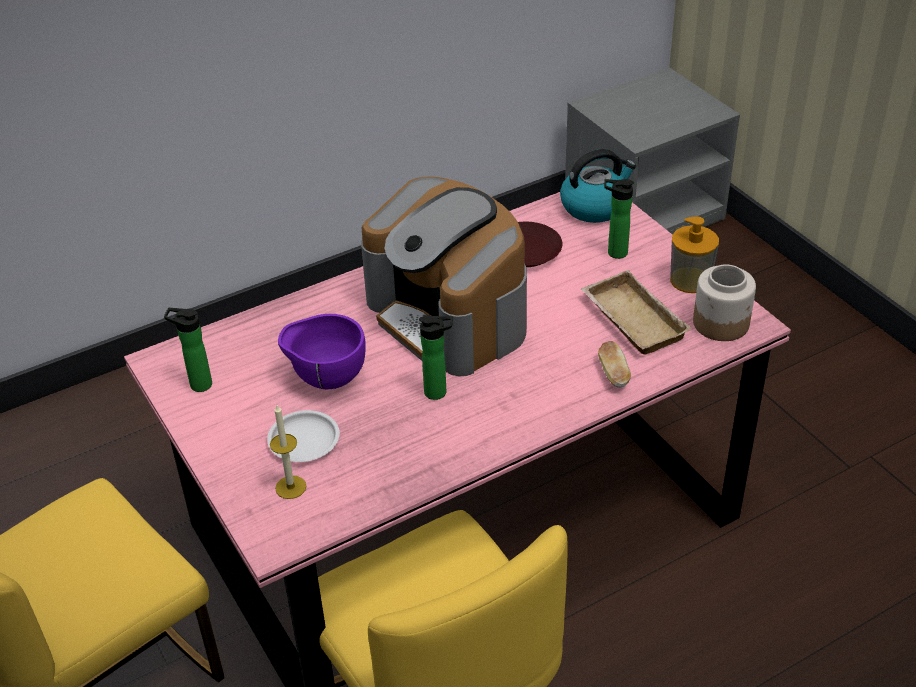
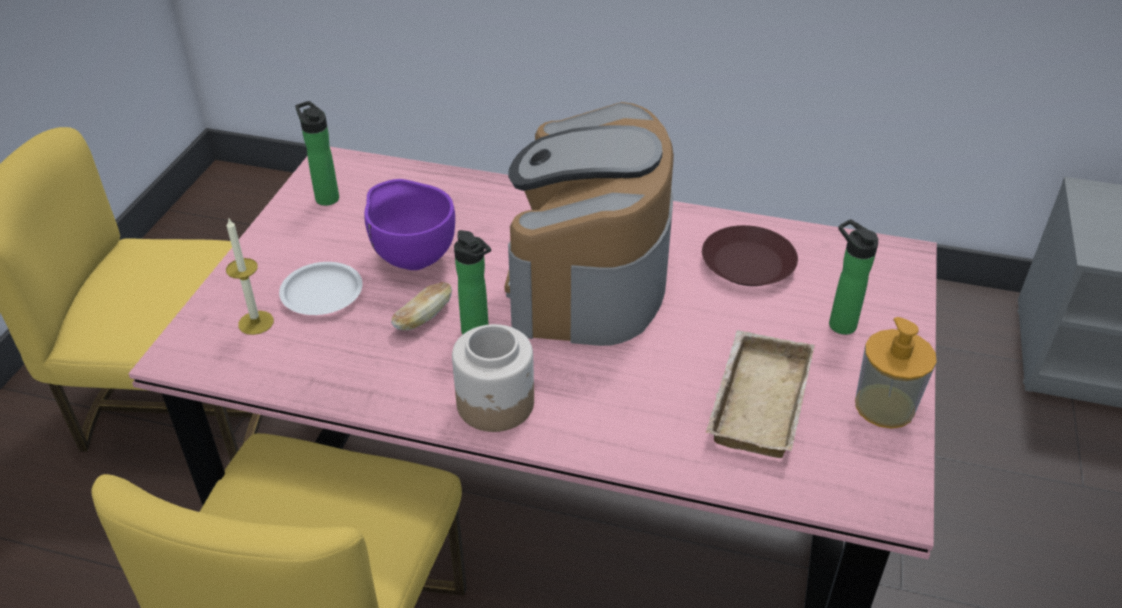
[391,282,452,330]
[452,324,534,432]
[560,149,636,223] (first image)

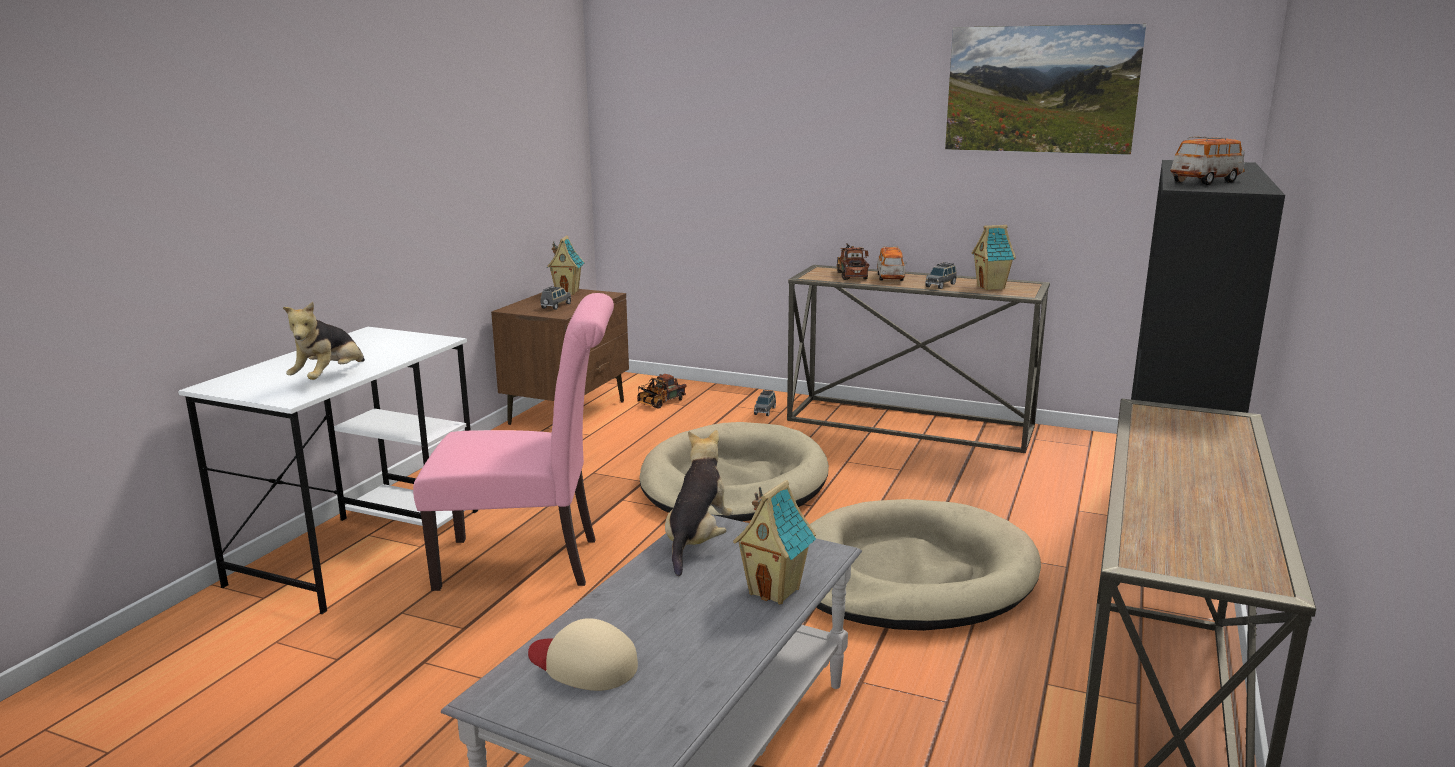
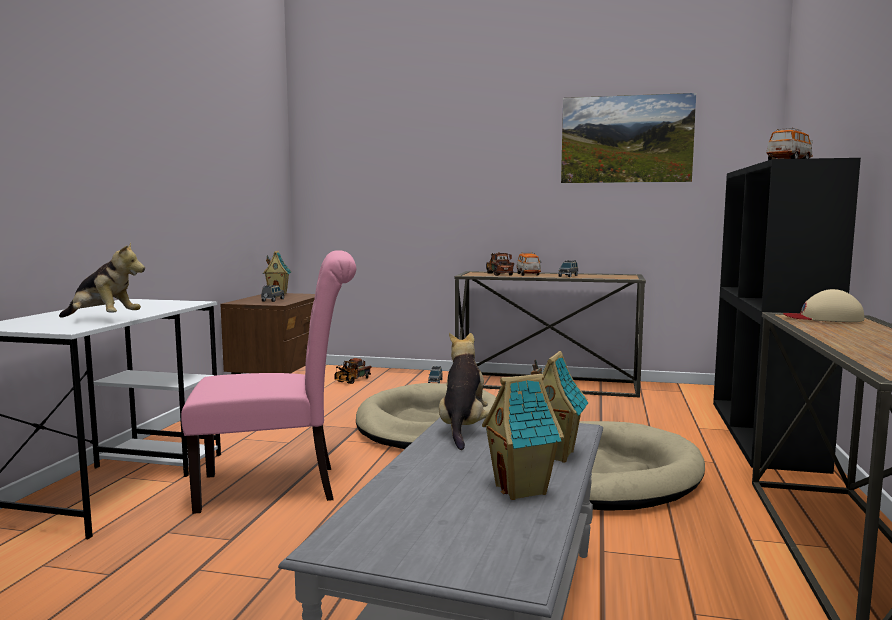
[59,242,145,318]
[482,374,564,500]
[783,289,864,322]

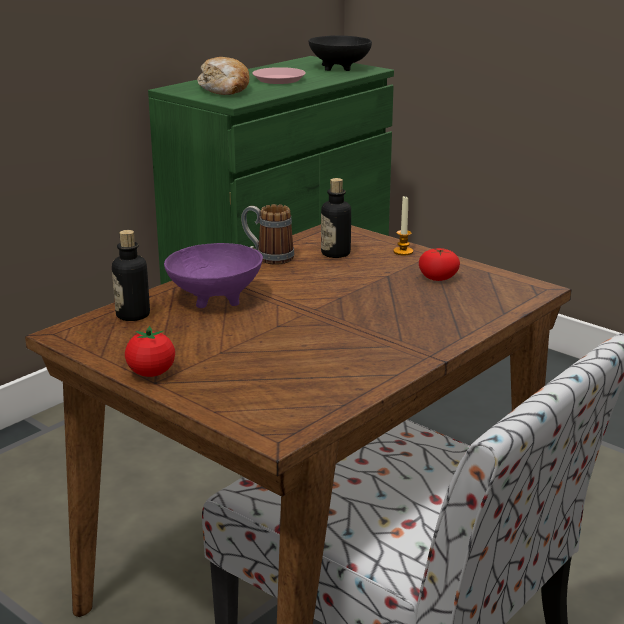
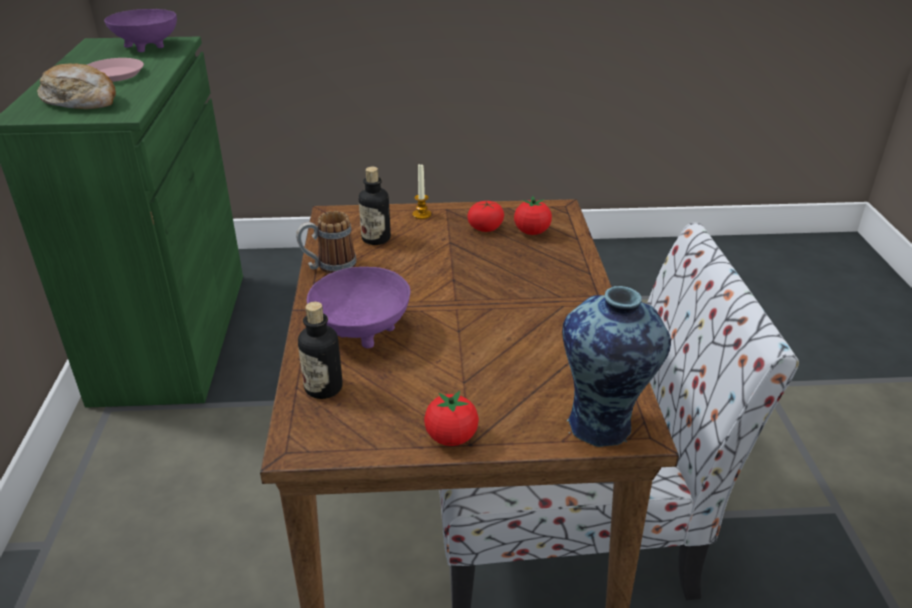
[104,9,177,52]
[514,196,552,235]
[562,286,671,447]

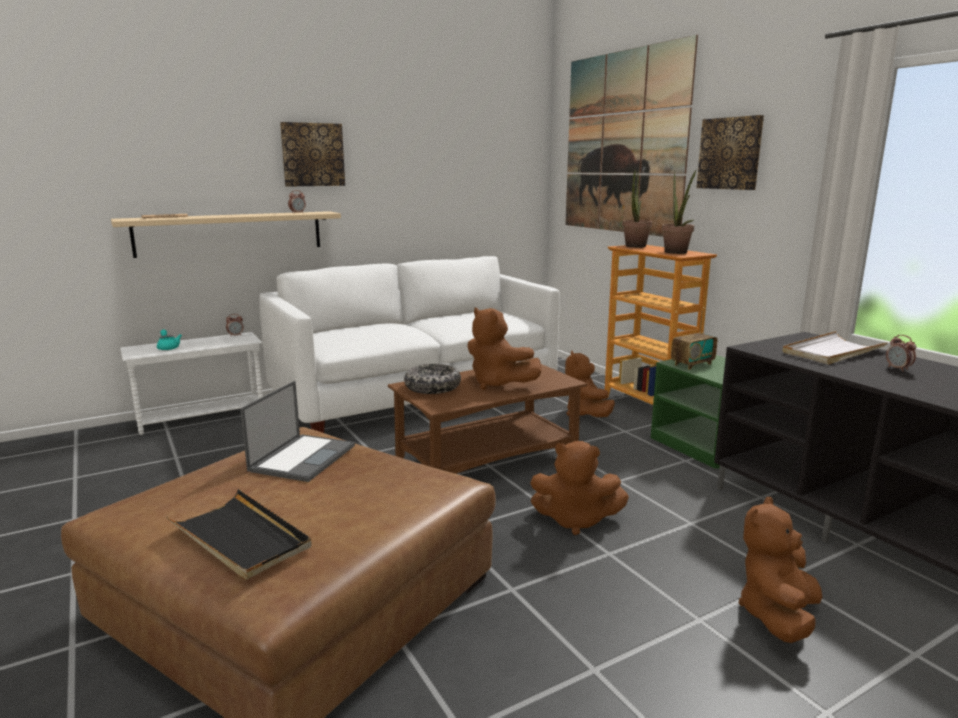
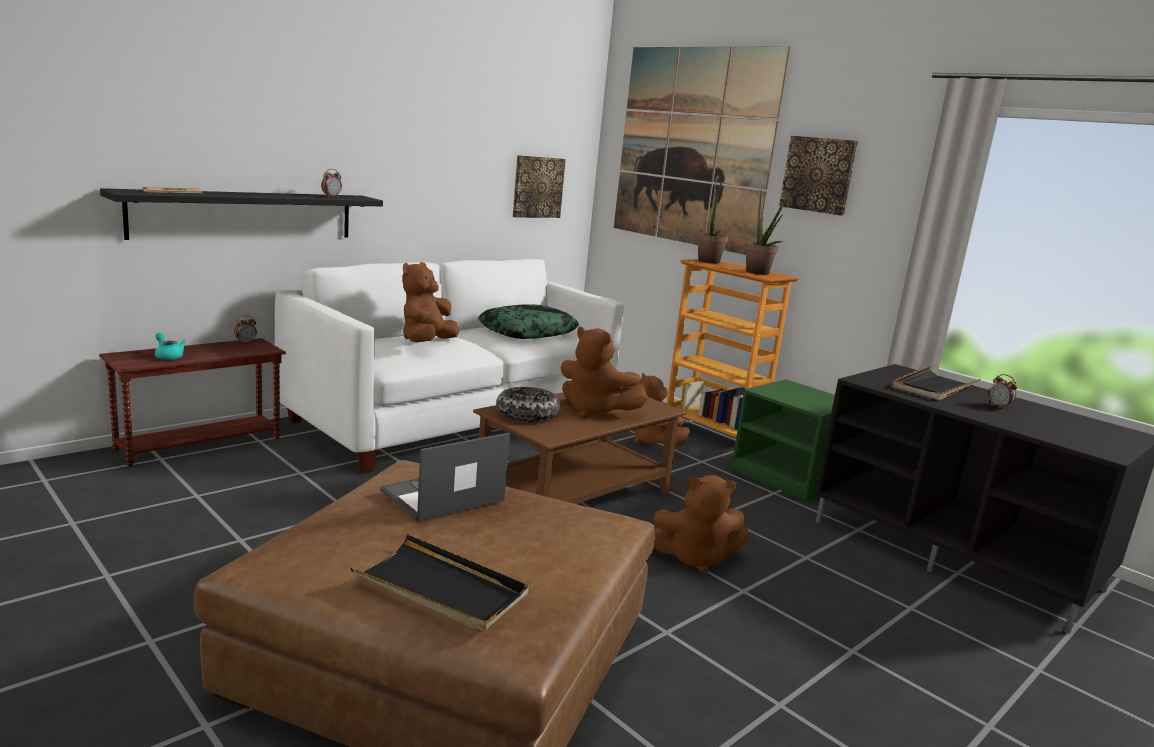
[99,338,286,467]
[100,188,383,240]
[380,433,510,522]
[403,262,459,342]
[478,304,579,339]
[513,155,566,218]
[893,366,980,400]
[671,311,717,370] (first image)

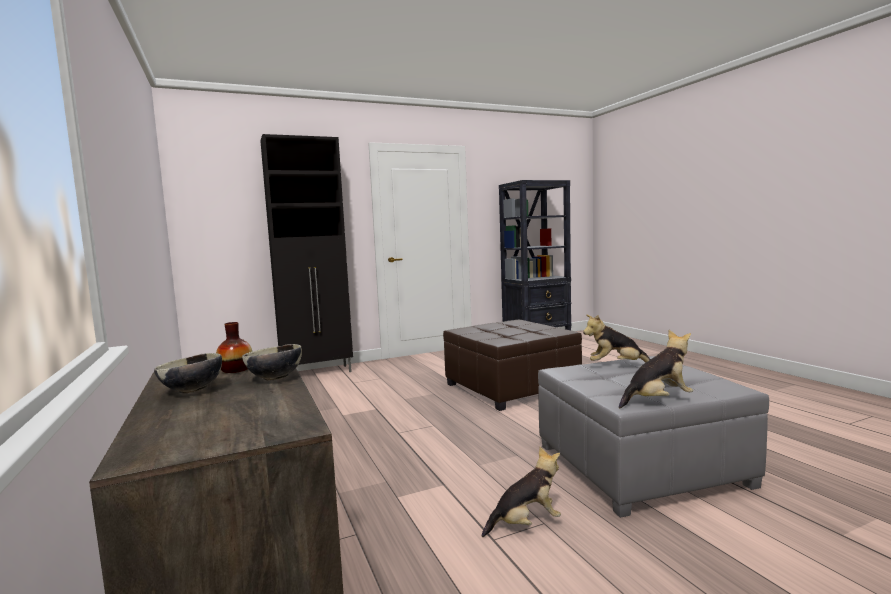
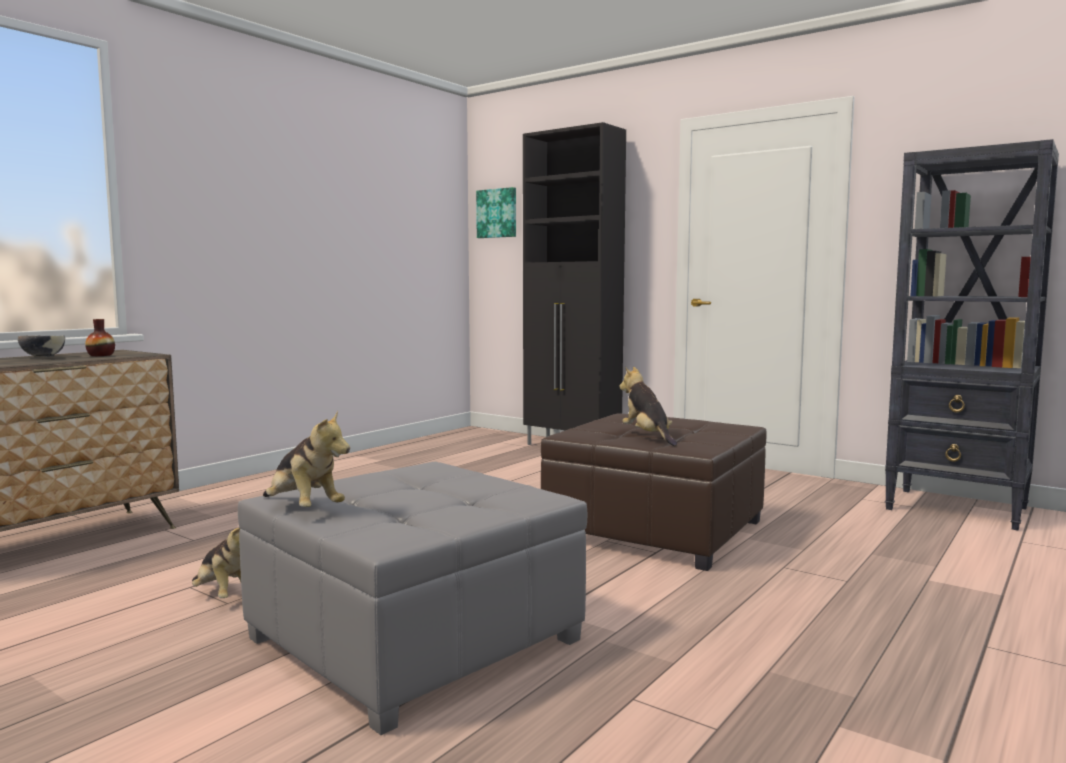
[476,187,516,238]
[620,367,677,446]
[242,344,302,380] (first image)

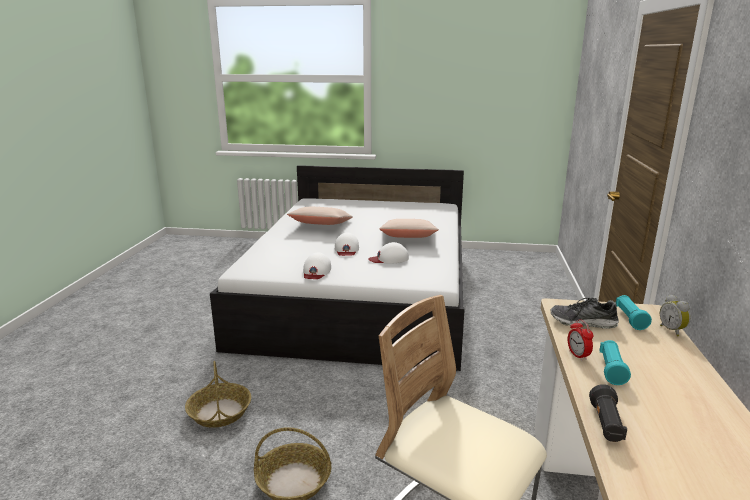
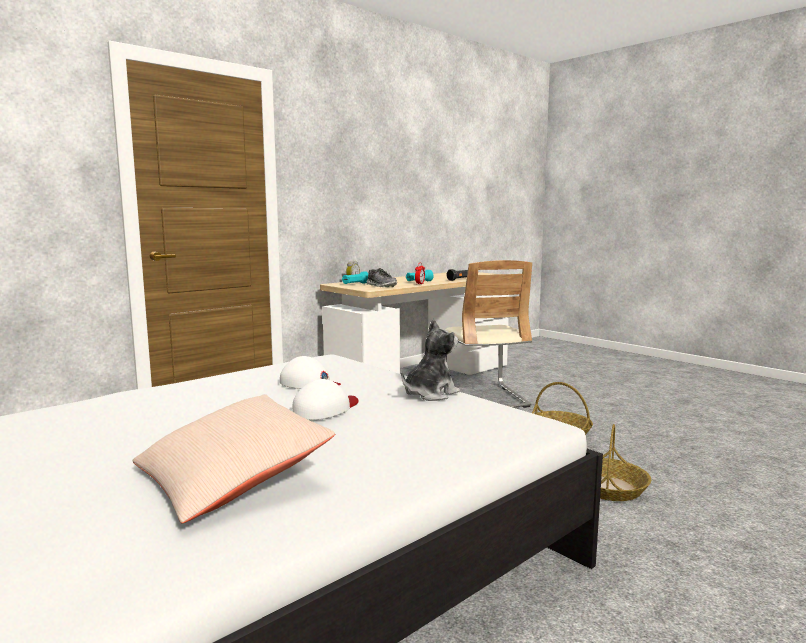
[401,319,460,401]
[379,219,439,238] (first image)

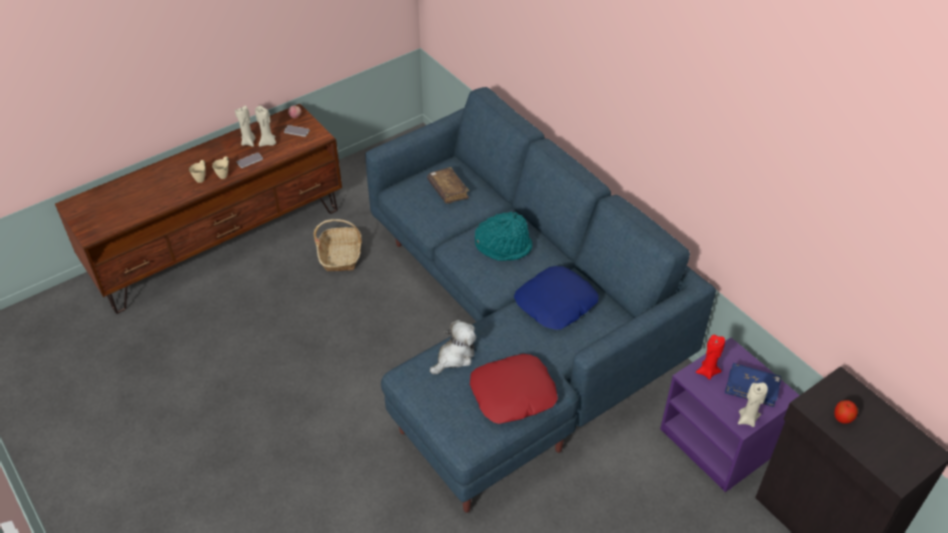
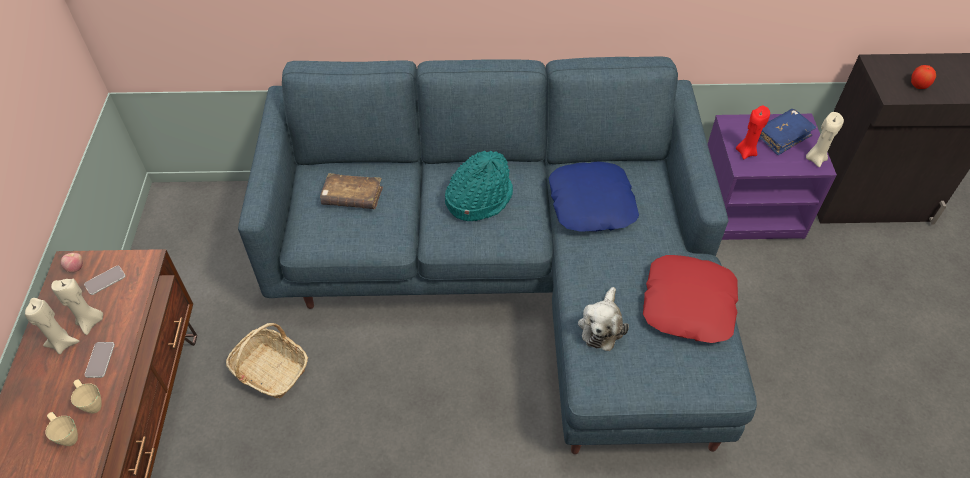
[578,287,629,351]

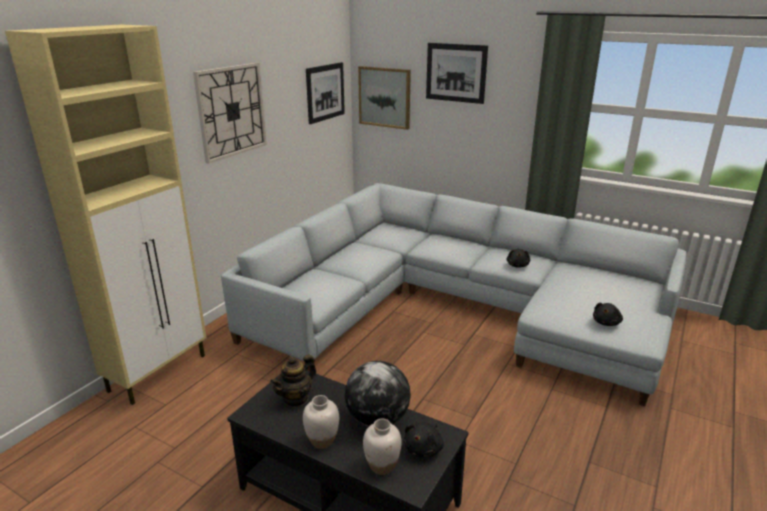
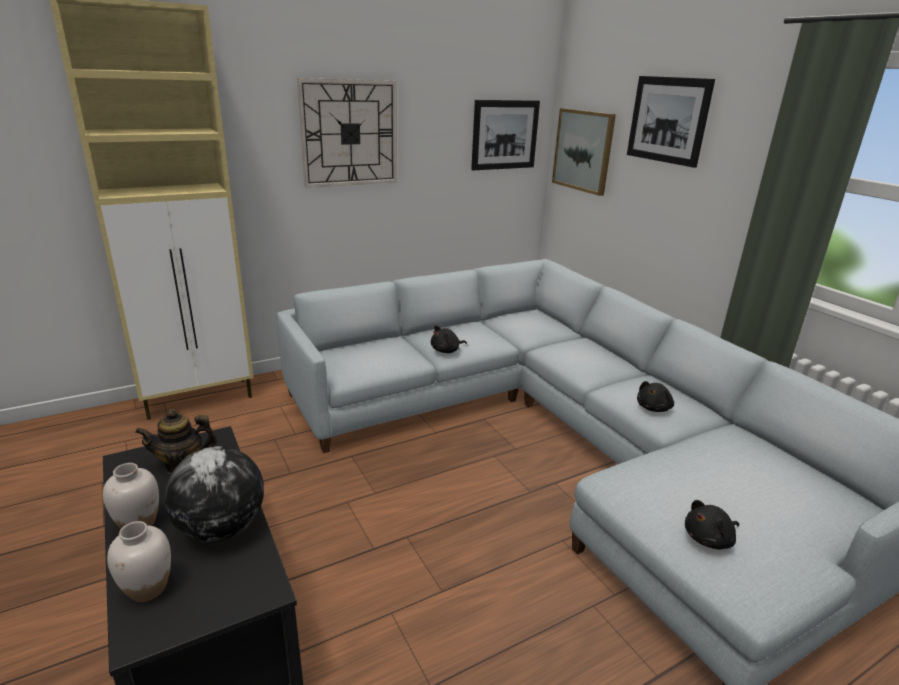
[431,325,467,353]

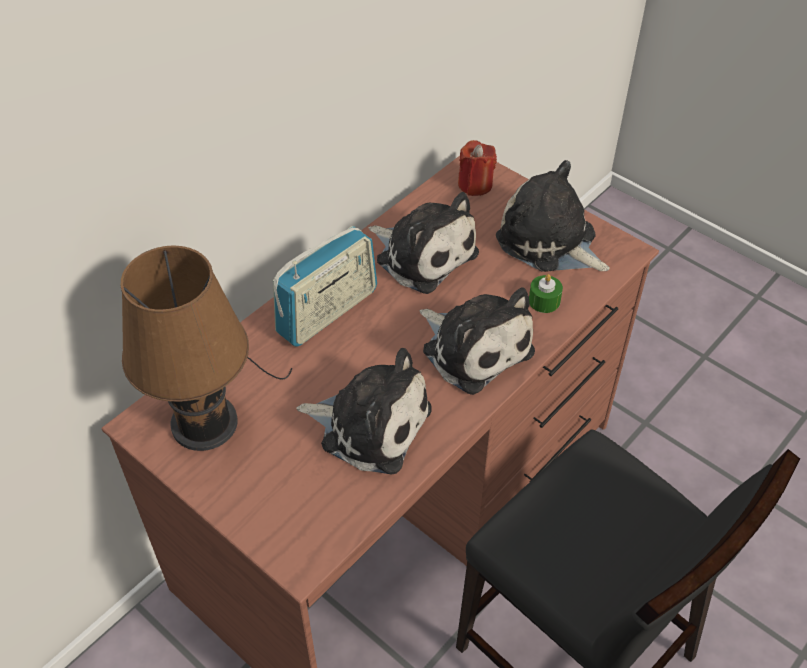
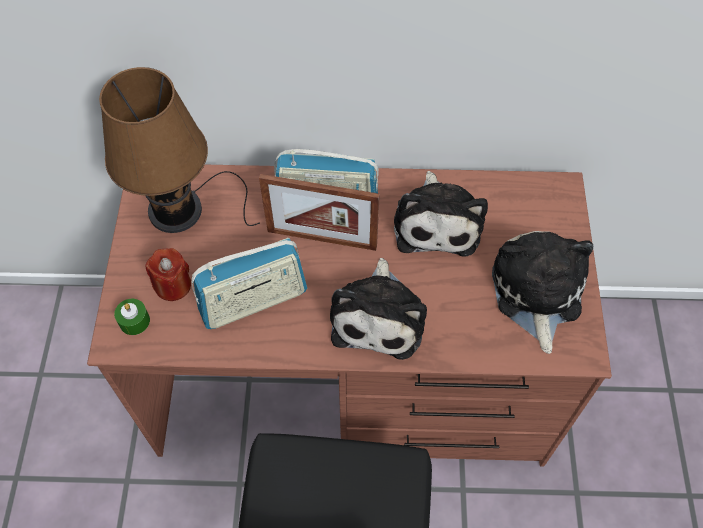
[114,299,150,335]
[146,248,191,301]
[192,238,307,329]
[259,174,380,251]

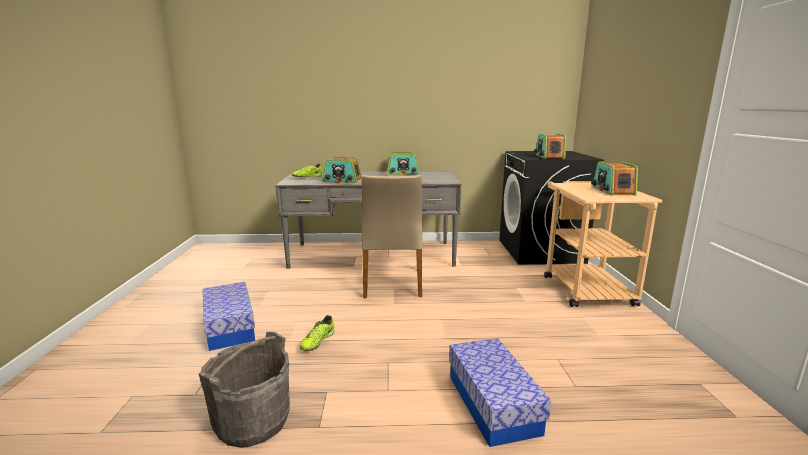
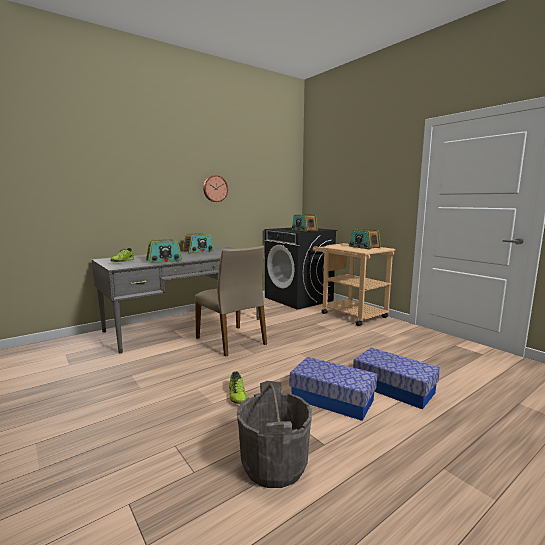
[203,175,228,202]
[290,357,377,421]

